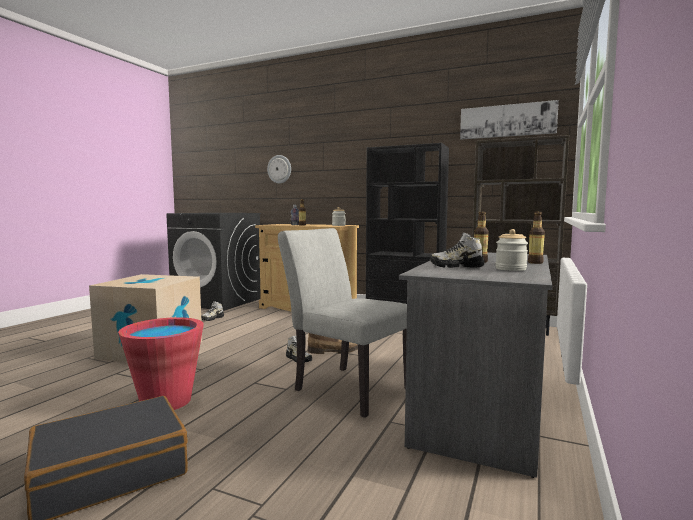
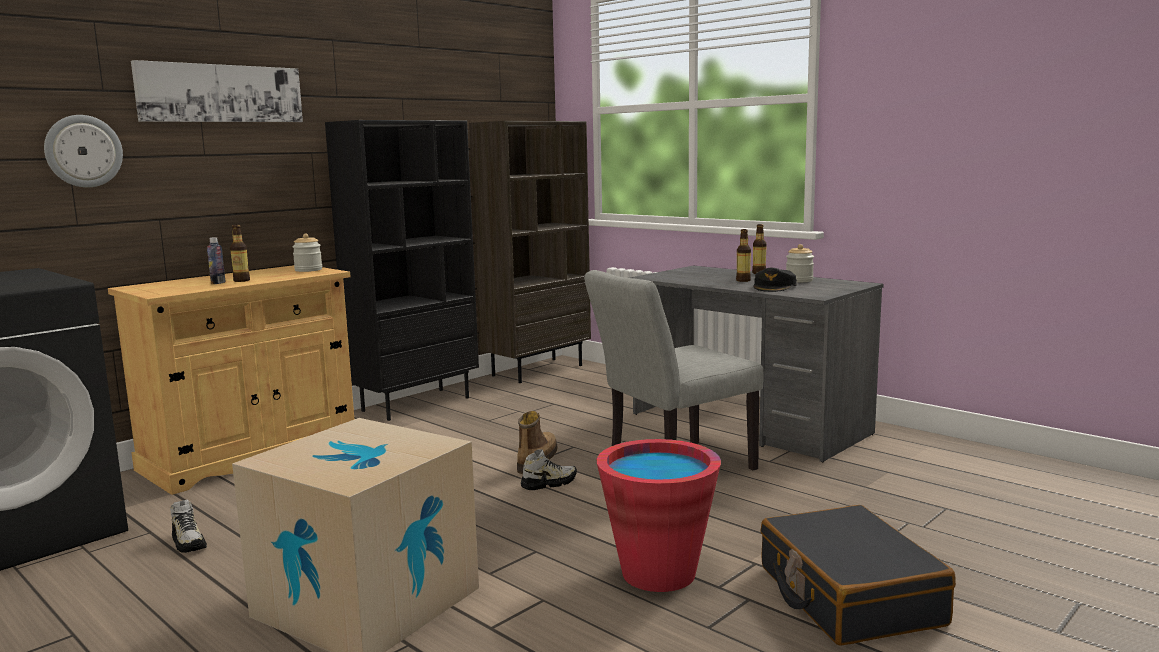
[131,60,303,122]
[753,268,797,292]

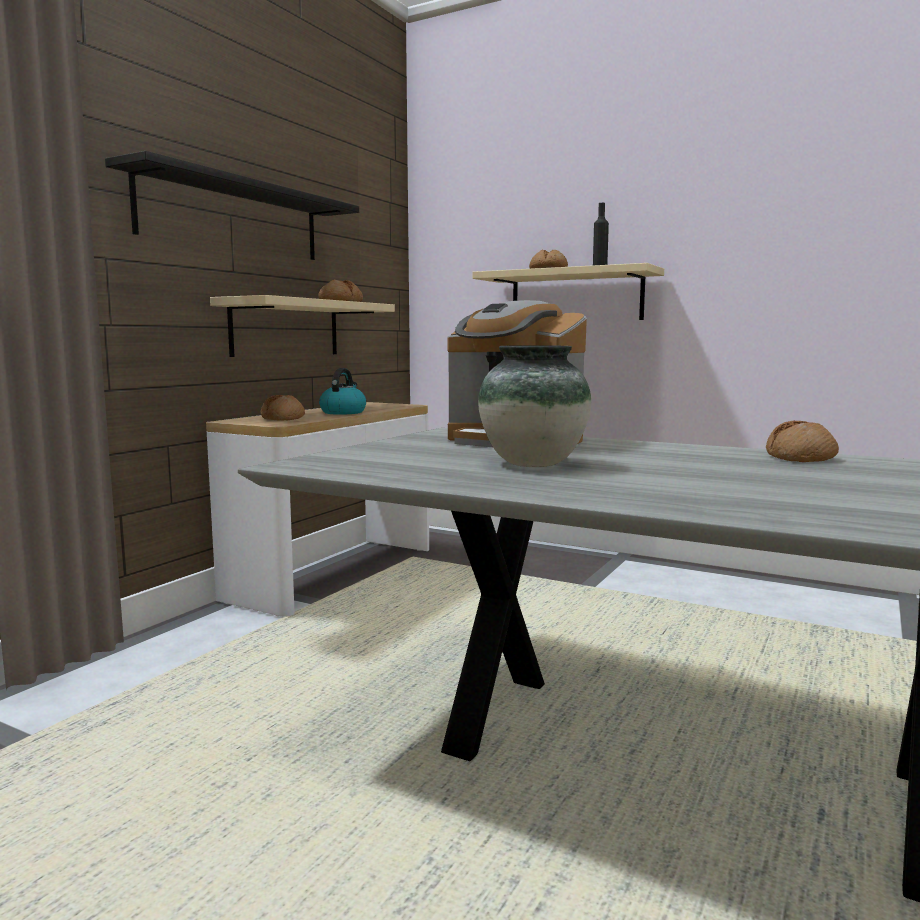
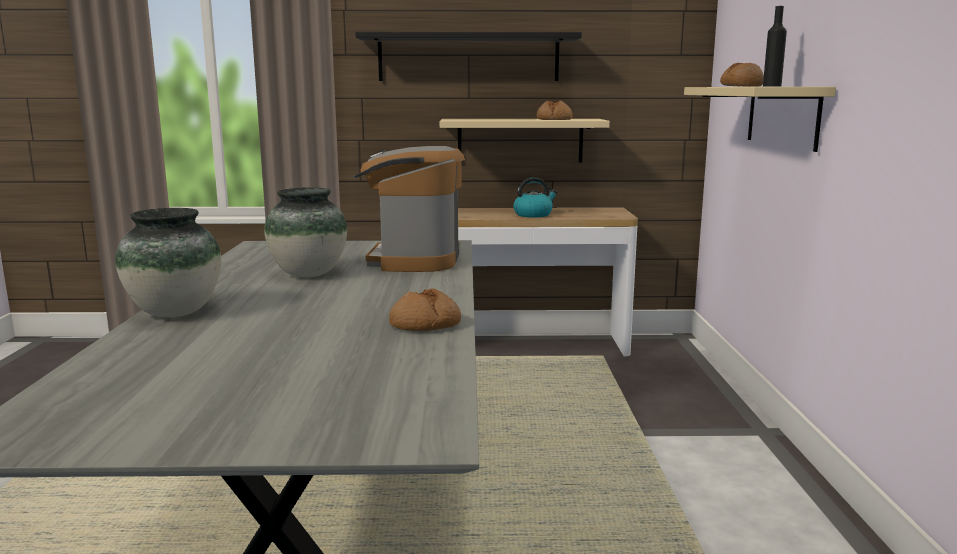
[115,208,221,318]
[261,395,305,421] (first image)

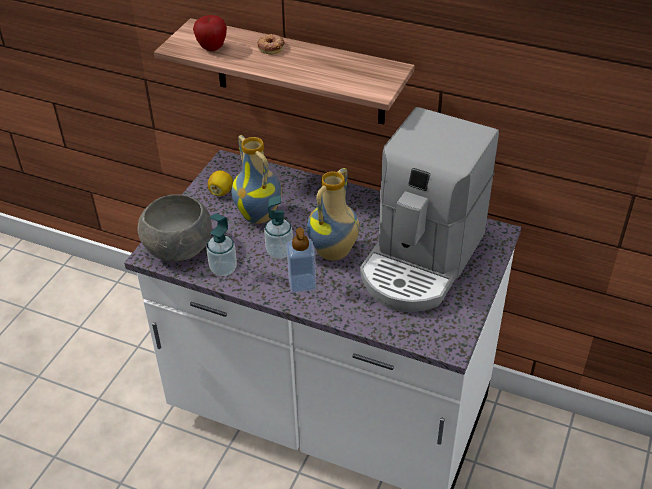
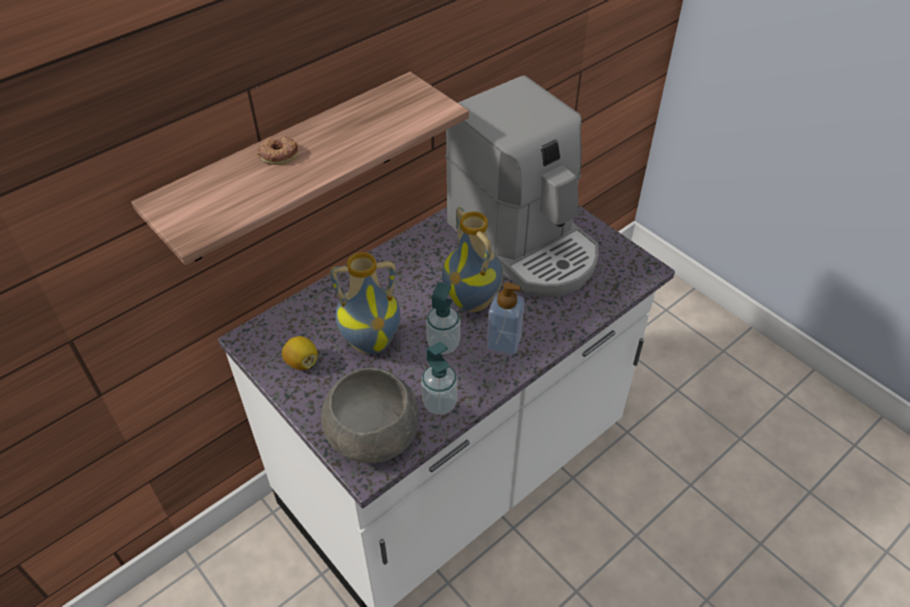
[193,15,227,51] (first image)

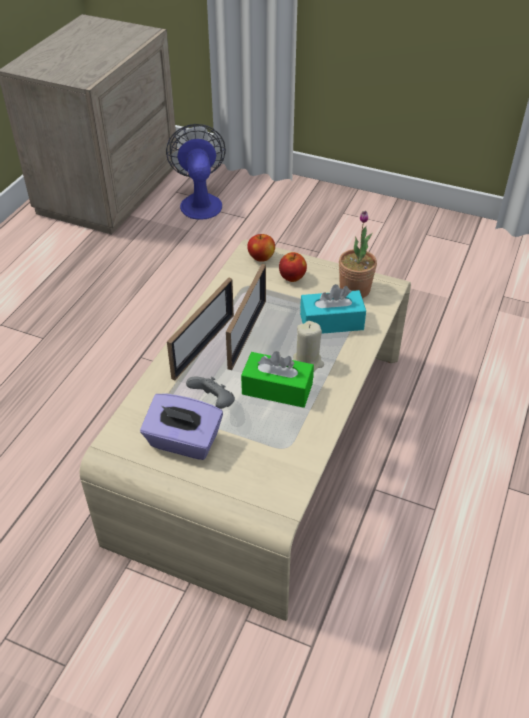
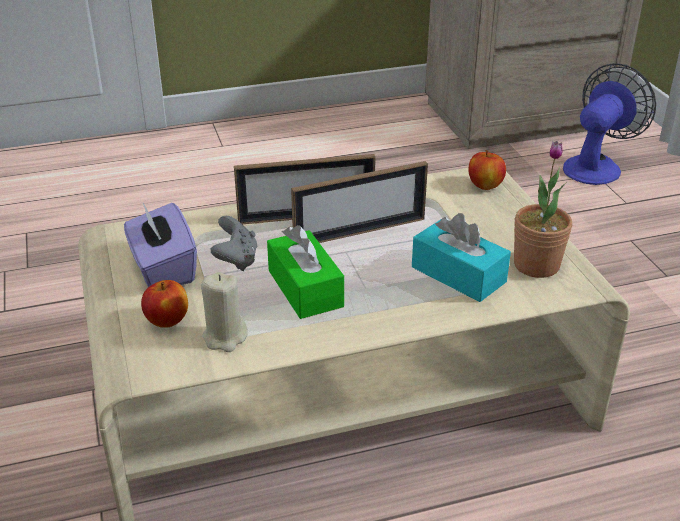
[141,280,188,328]
[201,272,248,352]

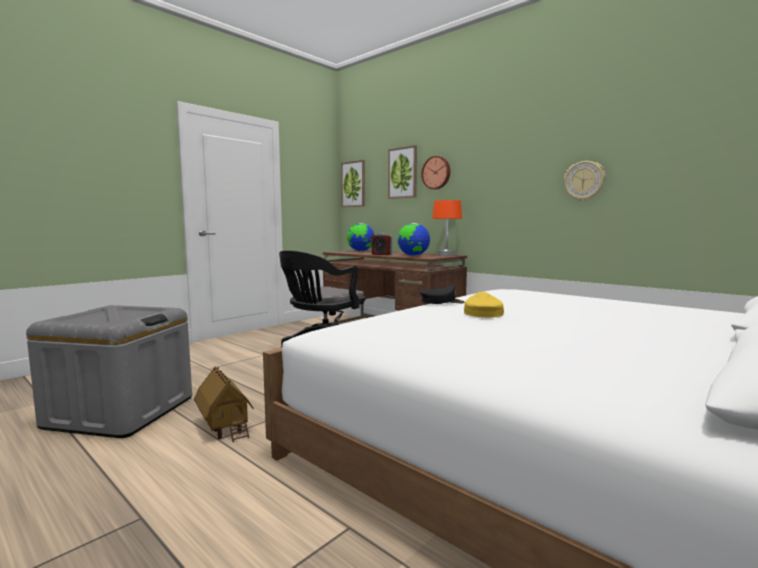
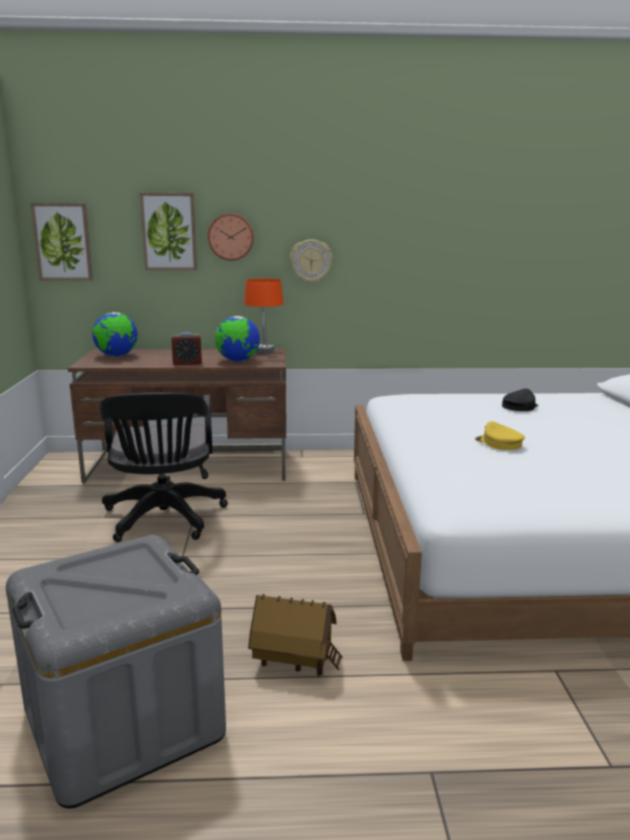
[290,239,333,284]
[502,389,539,411]

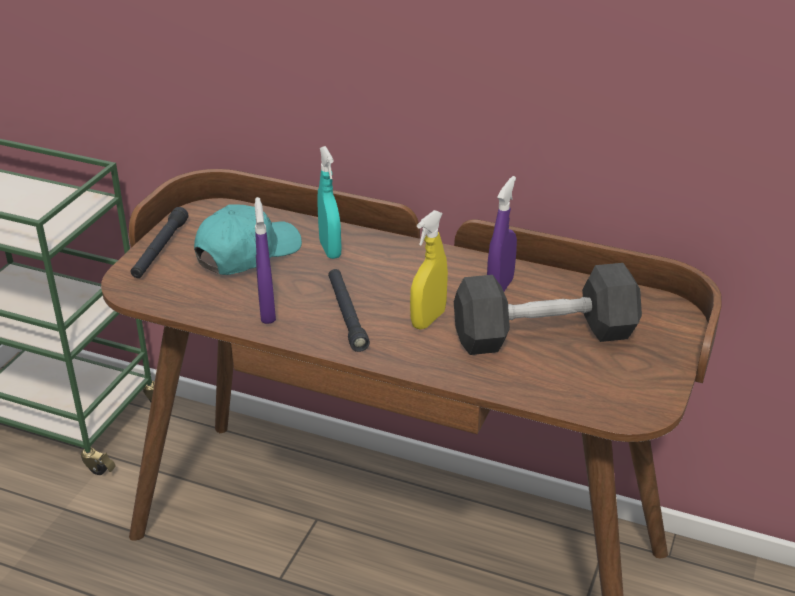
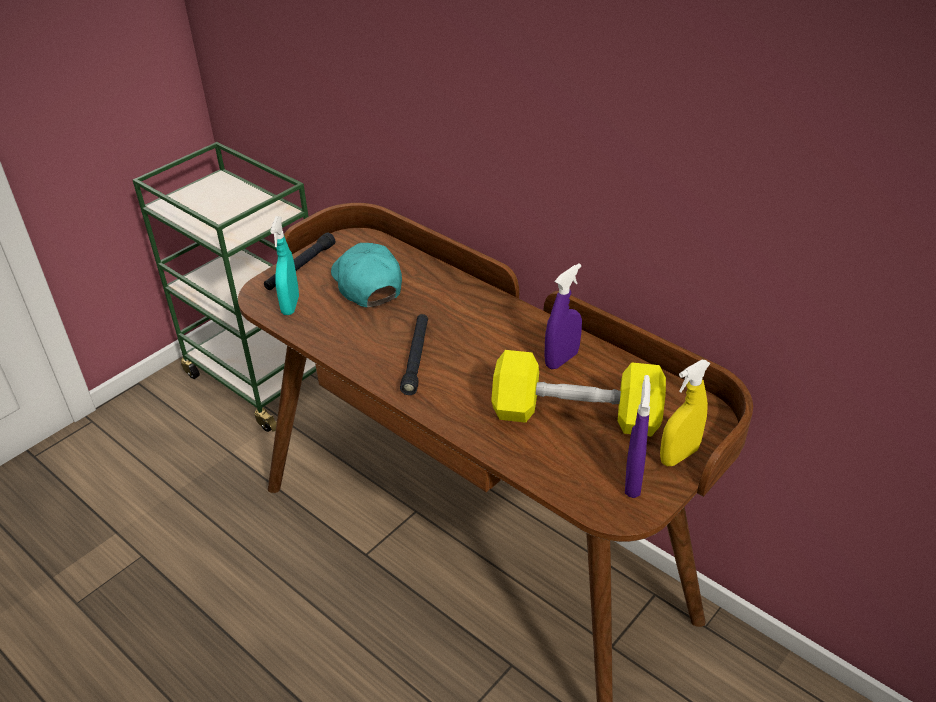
[270,216,299,315]
[331,243,402,307]
[491,350,666,436]
[625,375,651,498]
[660,360,711,466]

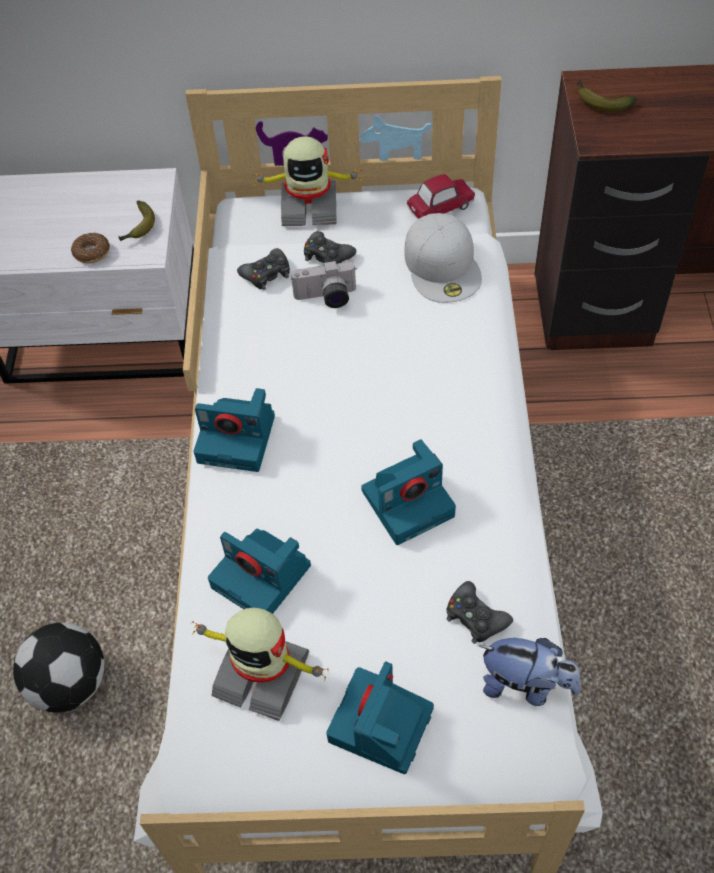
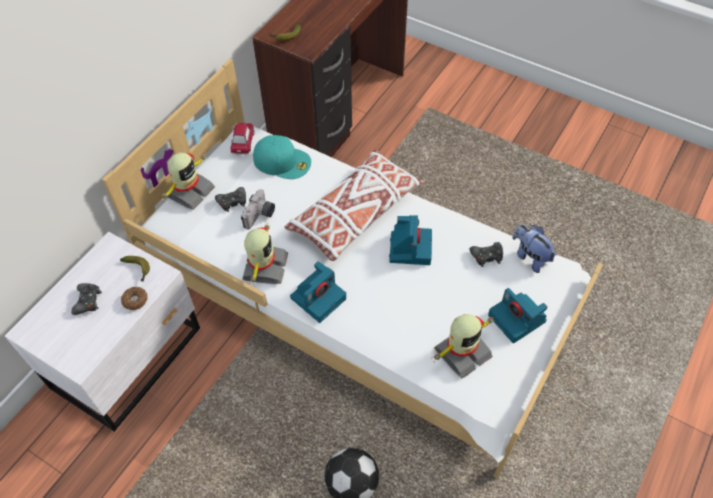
[71,283,102,315]
[242,223,288,286]
[253,135,311,179]
[285,150,424,261]
[512,224,556,273]
[208,528,311,614] (first image)

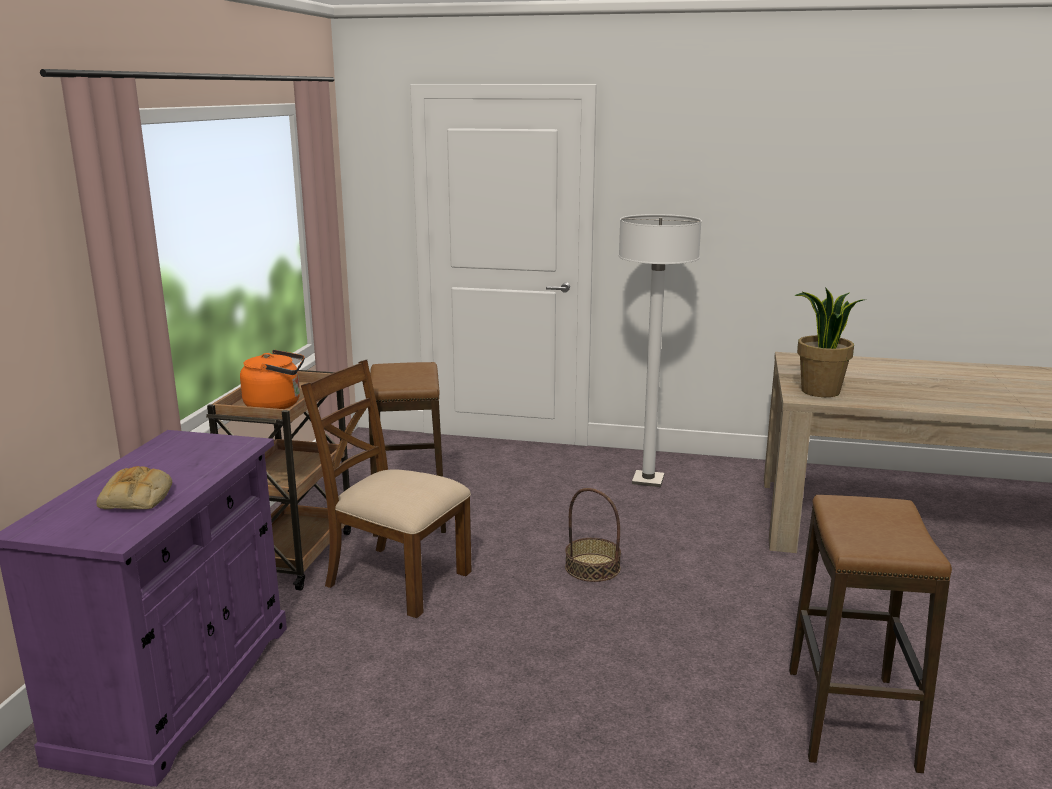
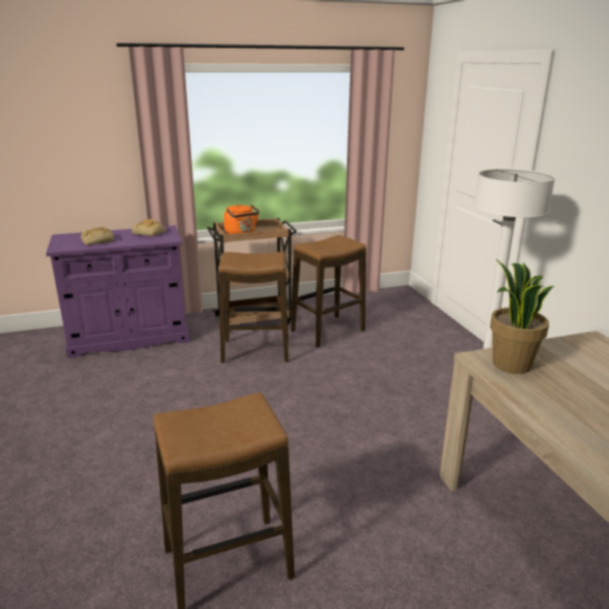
[132,219,166,236]
[218,252,288,363]
[565,488,621,582] (first image)

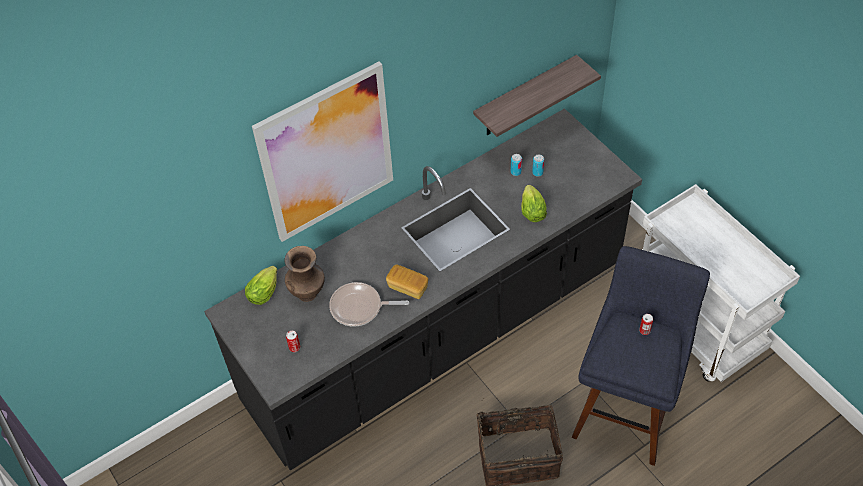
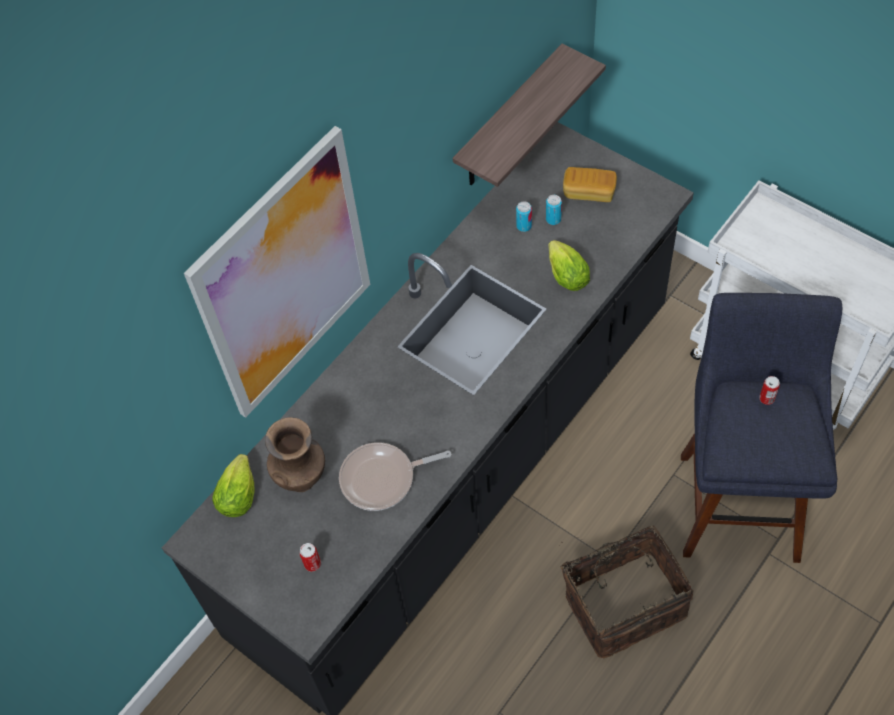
[563,167,617,202]

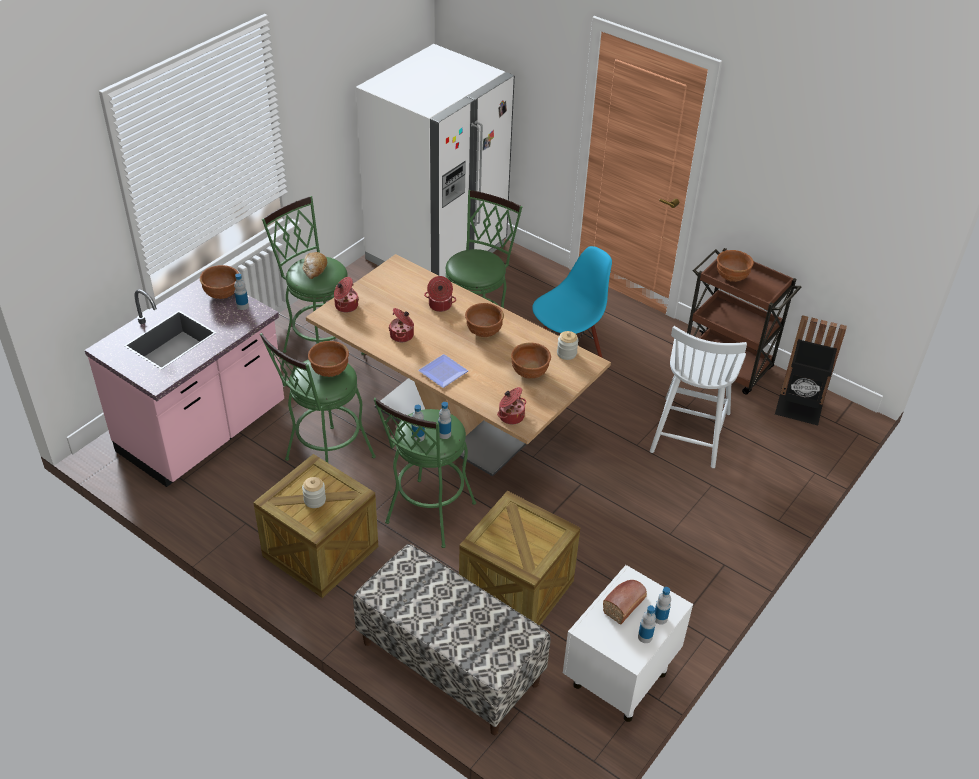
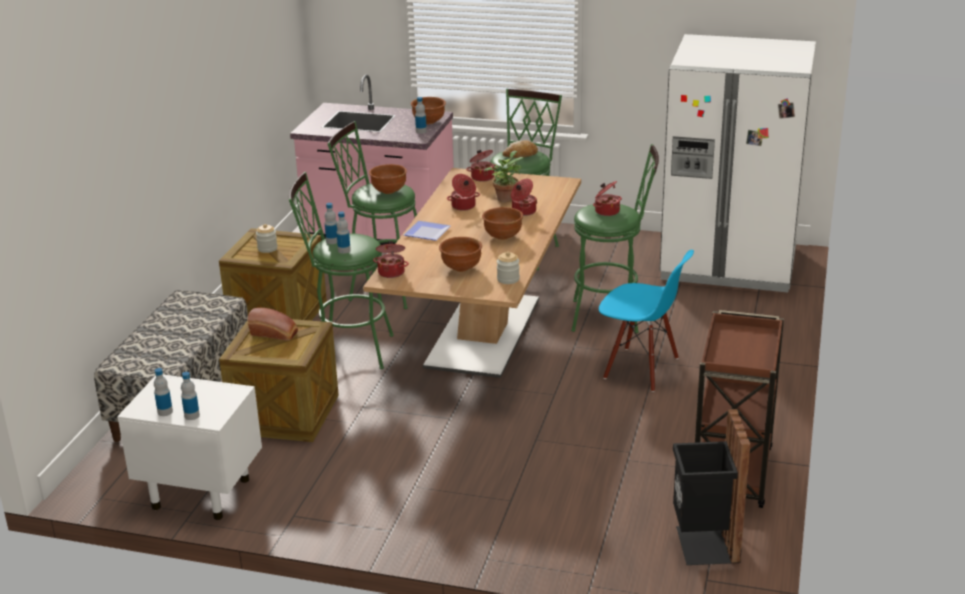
[248,308,298,341]
[484,151,524,202]
[593,181,622,216]
[650,326,747,468] (first image)
[717,250,754,282] (first image)

